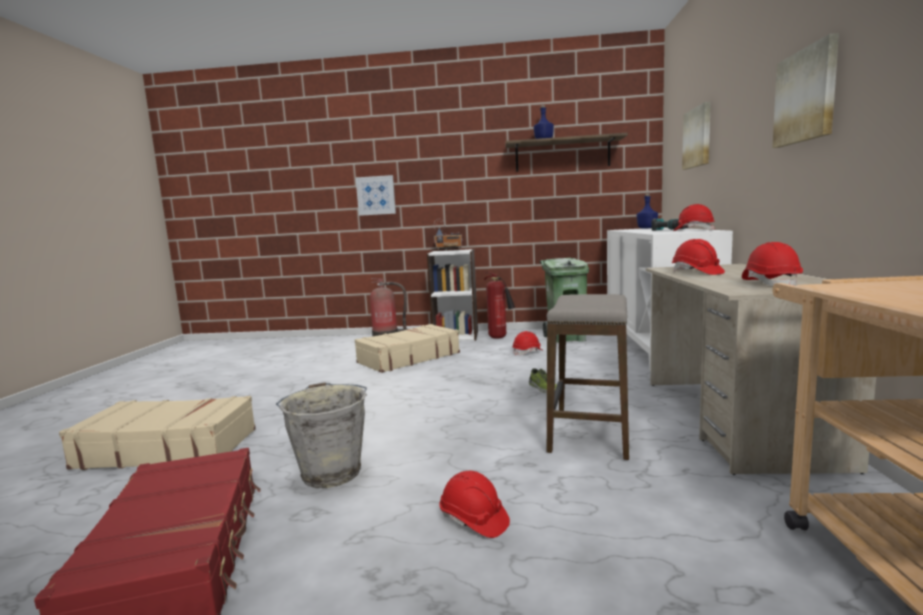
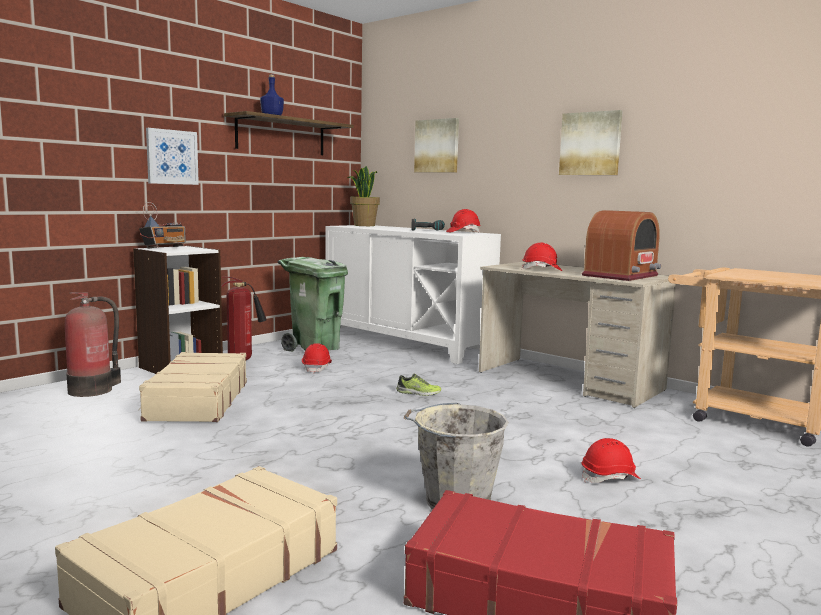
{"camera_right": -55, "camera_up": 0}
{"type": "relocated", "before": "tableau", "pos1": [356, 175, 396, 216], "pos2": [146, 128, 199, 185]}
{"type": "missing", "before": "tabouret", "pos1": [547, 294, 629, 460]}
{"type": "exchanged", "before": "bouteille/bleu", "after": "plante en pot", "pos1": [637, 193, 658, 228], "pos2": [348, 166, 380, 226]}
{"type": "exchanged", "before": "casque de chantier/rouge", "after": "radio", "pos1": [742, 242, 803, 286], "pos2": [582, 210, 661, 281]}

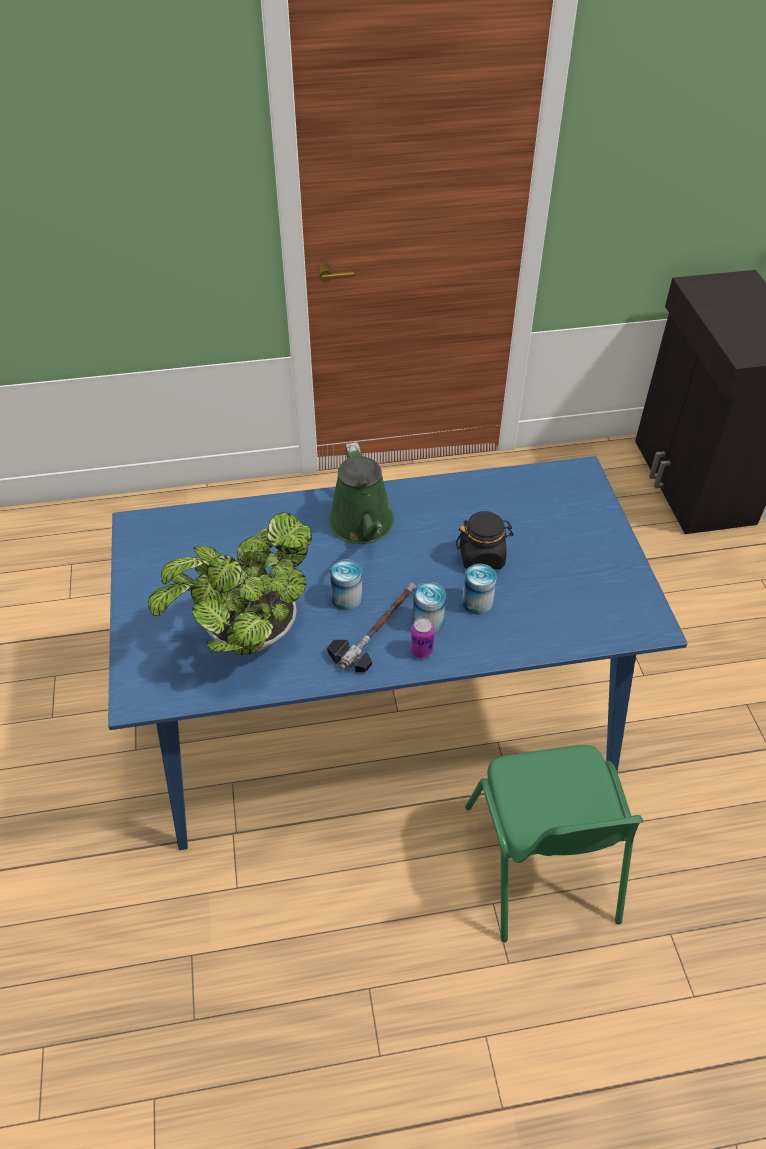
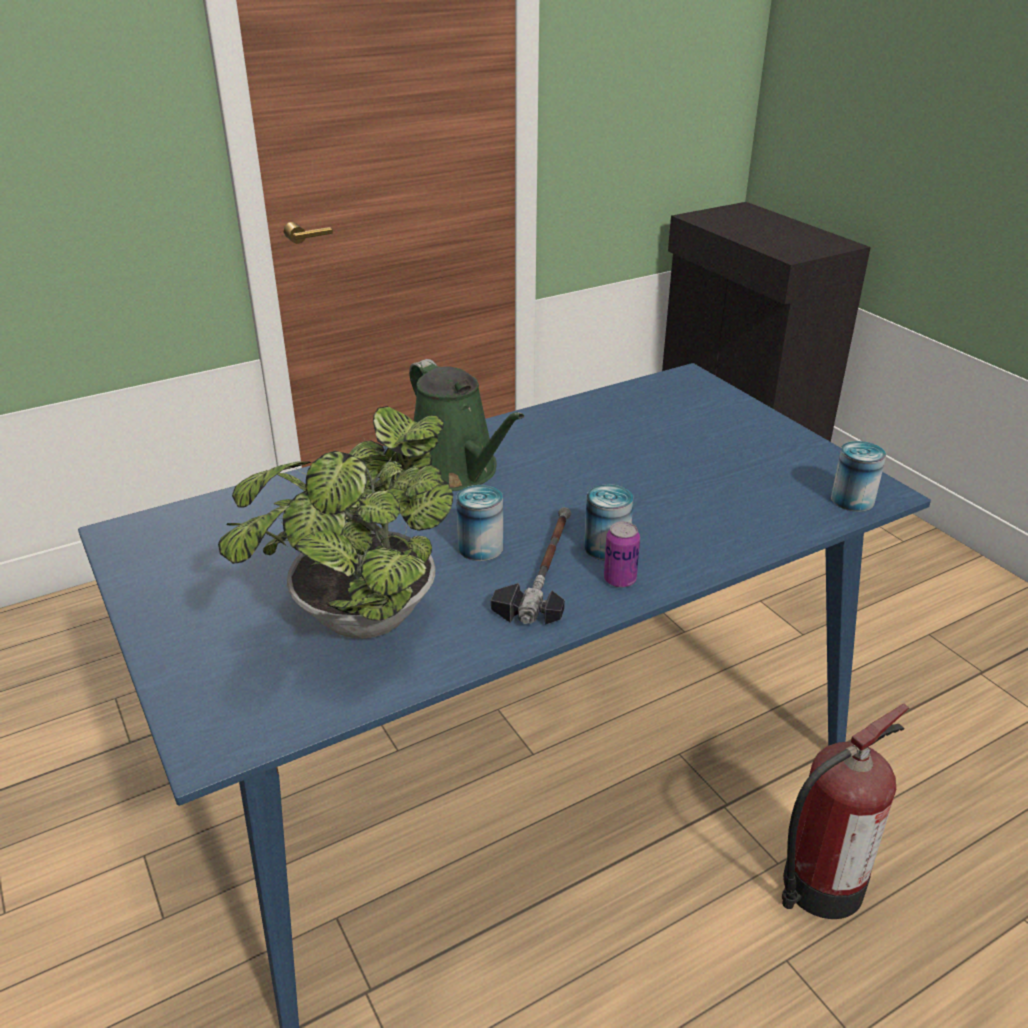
{"camera_right": -20, "camera_up": -15}
{"type": "missing", "before": "bocal/noir", "pos1": [456, 511, 514, 570]}
{"type": "relocated", "before": "boîte métallique", "pos1": [462, 564, 497, 615], "pos2": [831, 441, 886, 512]}
{"type": "exchanged", "before": "chaise/vert", "after": "extincteur", "pos1": [465, 745, 644, 942], "pos2": [782, 704, 909, 919]}

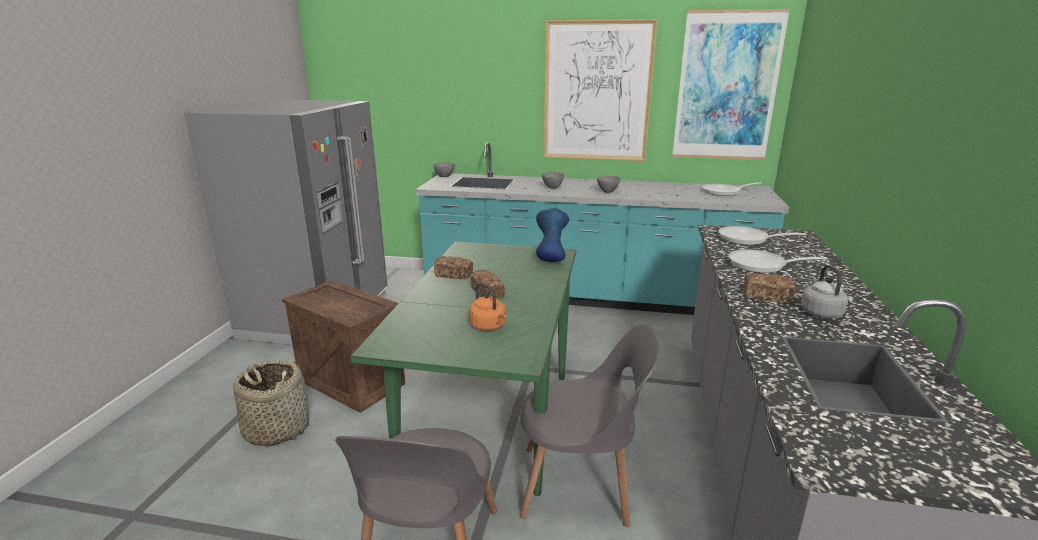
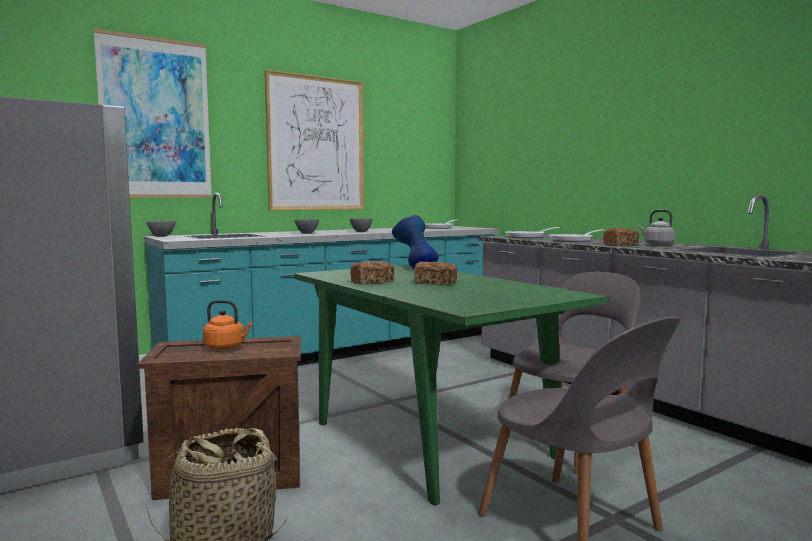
{"camera_right": -45, "camera_up": -15}
{"type": "relocated", "before": "bouilloire/orange", "pos1": [469, 282, 506, 331], "pos2": [203, 300, 253, 350]}
{"type": "relocated", "before": "tableau", "pos1": [672, 9, 790, 160], "pos2": [93, 29, 212, 198]}

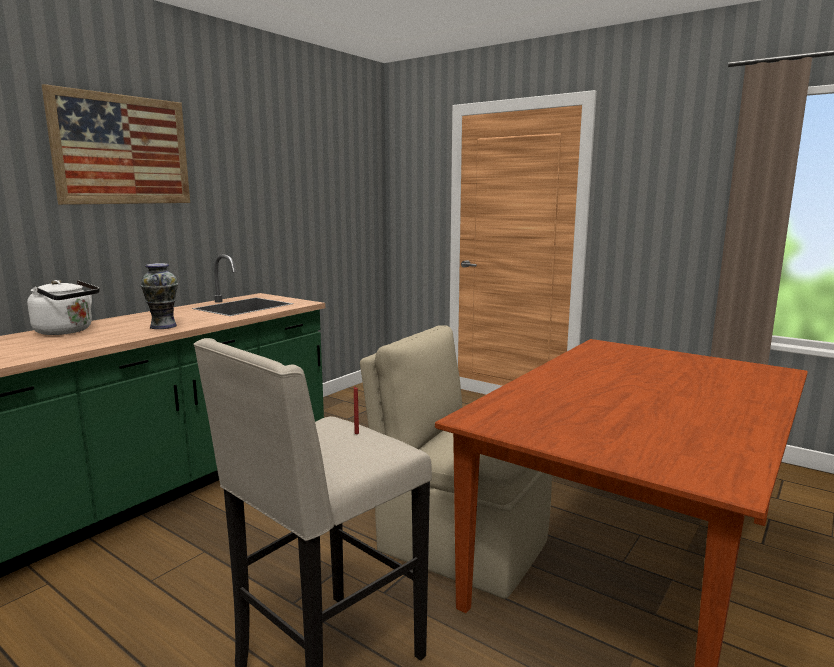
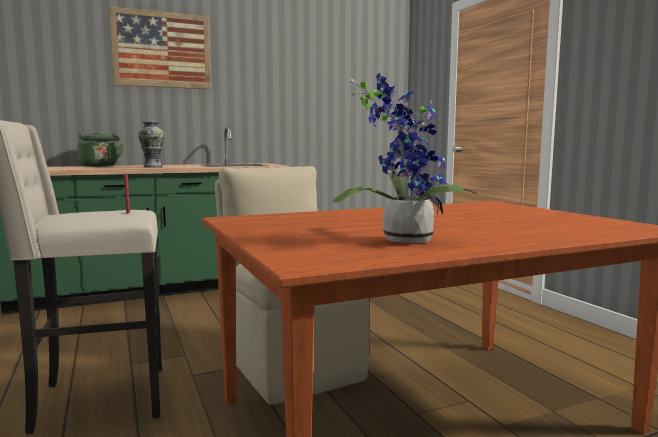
{"camera_right": 30, "camera_up": -5}
{"type": "colour", "before": "bouilloire/blanc", "after": "bouilloire/vert", "pos1": [27, 280, 100, 335], "pos2": [77, 131, 124, 167]}
{"type": "appeared", "after": "plante en pot", "pos2": [333, 73, 477, 243]}

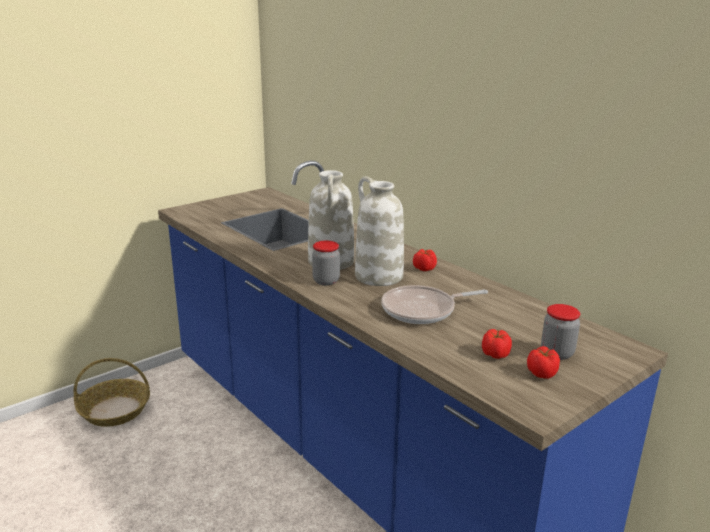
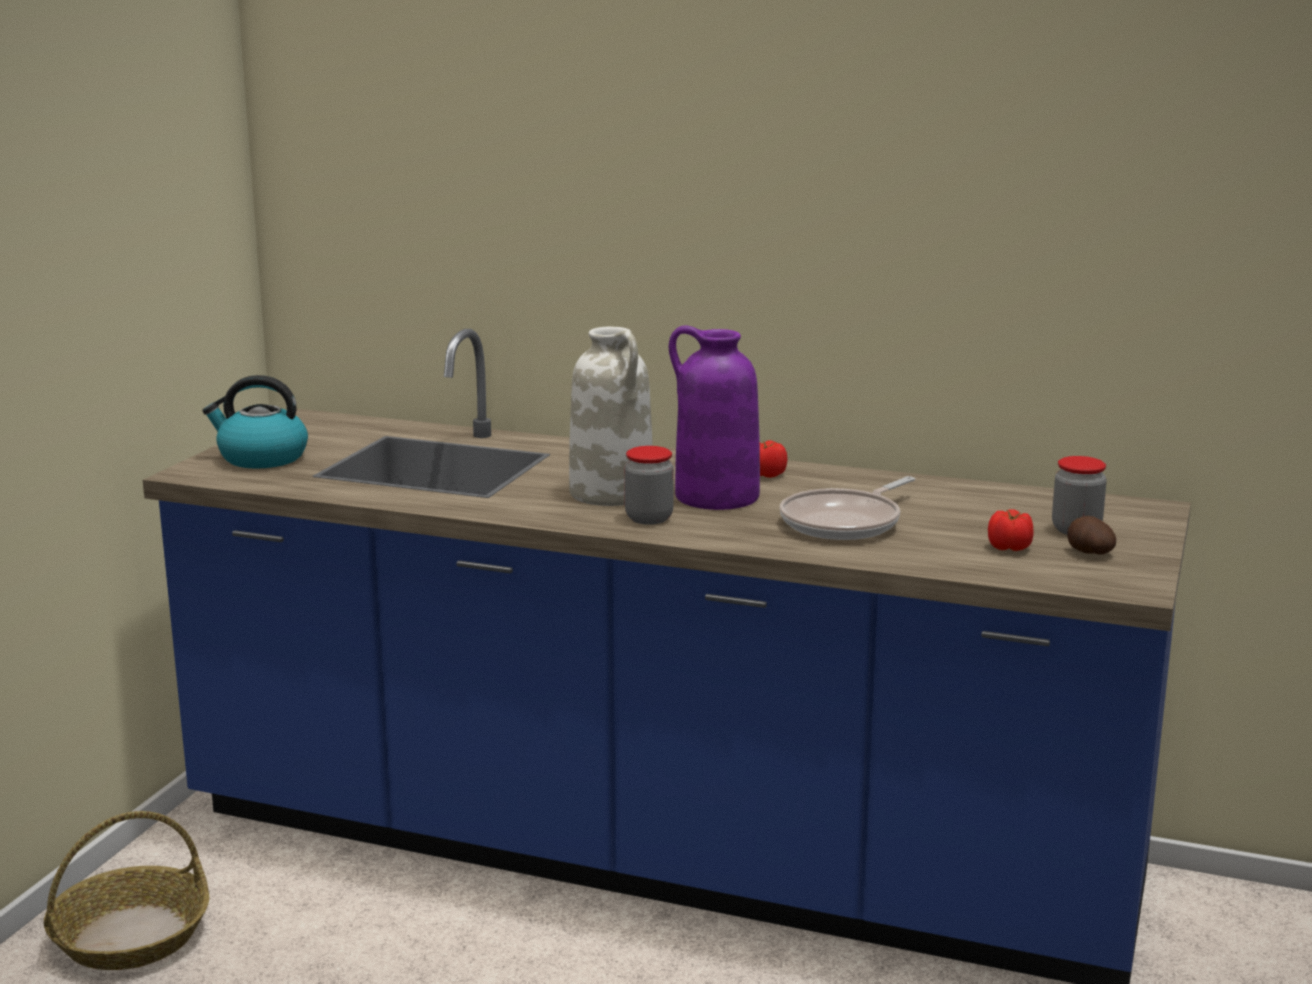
{"camera_right": -30, "camera_up": -5}
{"type": "colour", "before": "vase/blanc", "after": "vase/violet", "pos1": [355, 176, 404, 286], "pos2": [669, 325, 760, 510]}
{"type": "exchanged", "before": "tomate", "after": "pomme de terre", "pos1": [527, 346, 560, 379], "pos2": [1067, 516, 1116, 555]}
{"type": "appeared", "after": "bouilloire", "pos2": [202, 375, 308, 469]}

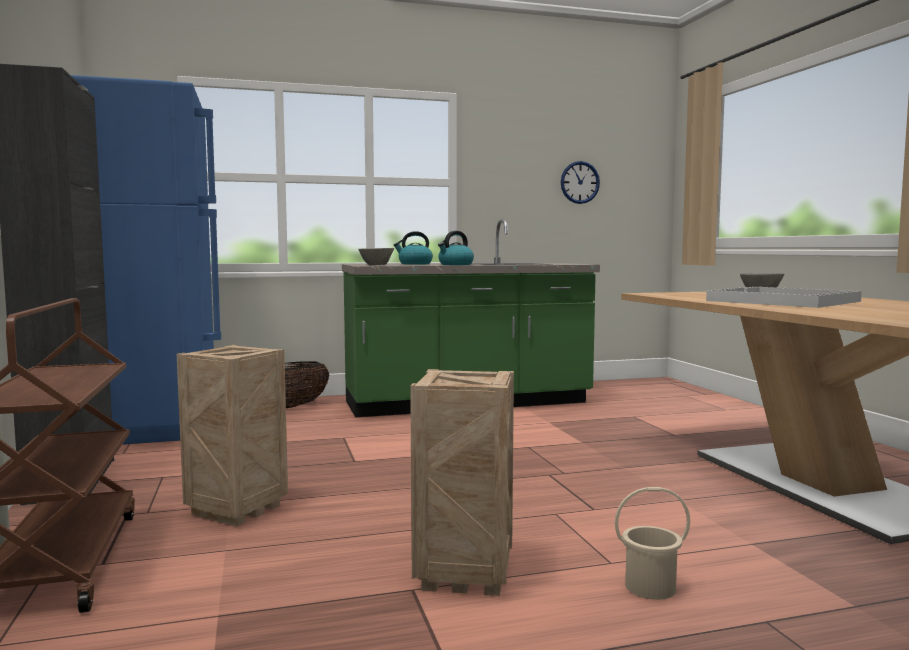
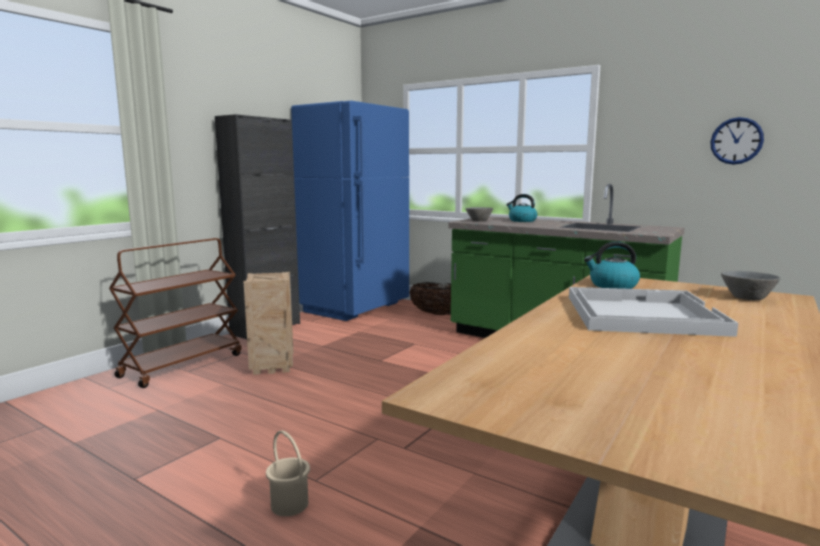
{"camera_right": 50, "camera_up": 5}
{"type": "missing", "before": "caisse", "pos1": [410, 369, 514, 596]}
{"type": "relocated", "before": "bouilloire", "pos1": [438, 231, 474, 265], "pos2": [584, 241, 640, 289]}

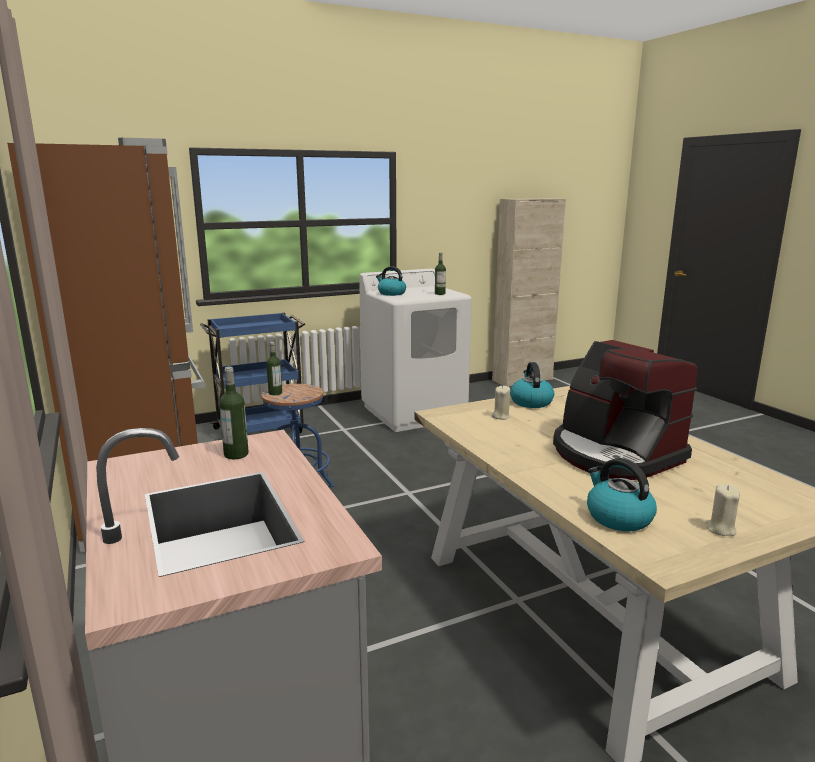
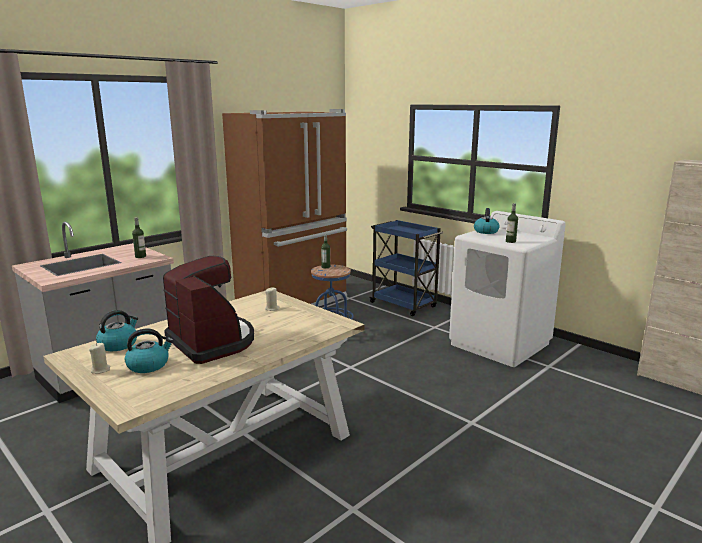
{"camera_right": 70, "camera_up": 0}
{"type": "relocated", "before": "bouilloire", "pos1": [510, 362, 554, 408], "pos2": [124, 328, 174, 373]}
{"type": "spun", "before": "machine à café", "pos1": [553, 340, 698, 480], "pos2": [163, 256, 254, 364], "turn": 105}

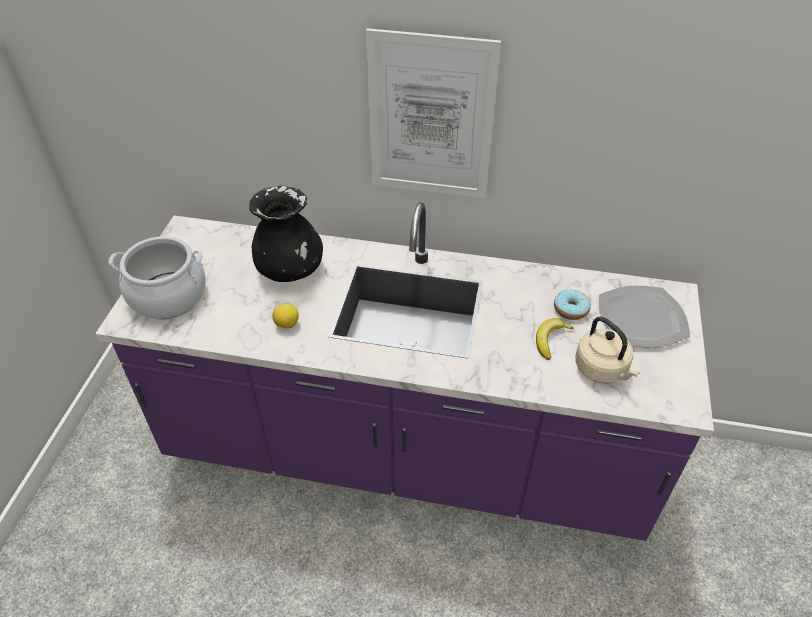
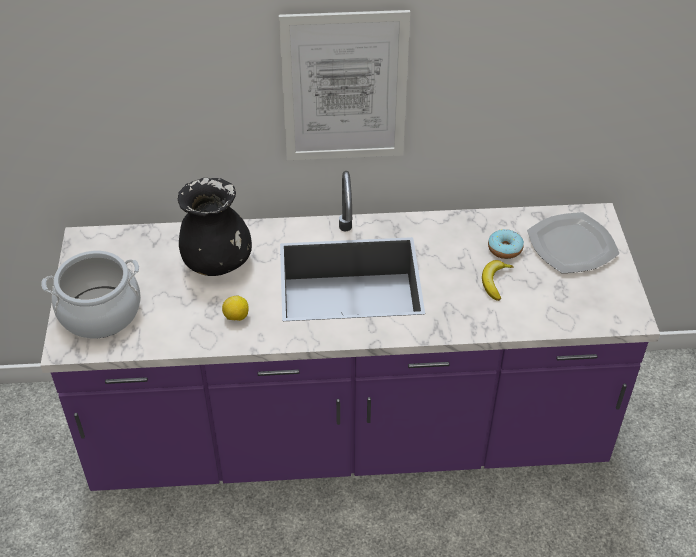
{"camera_right": -15, "camera_up": 0}
{"type": "missing", "before": "bouilloire/beige", "pos1": [575, 316, 640, 384]}

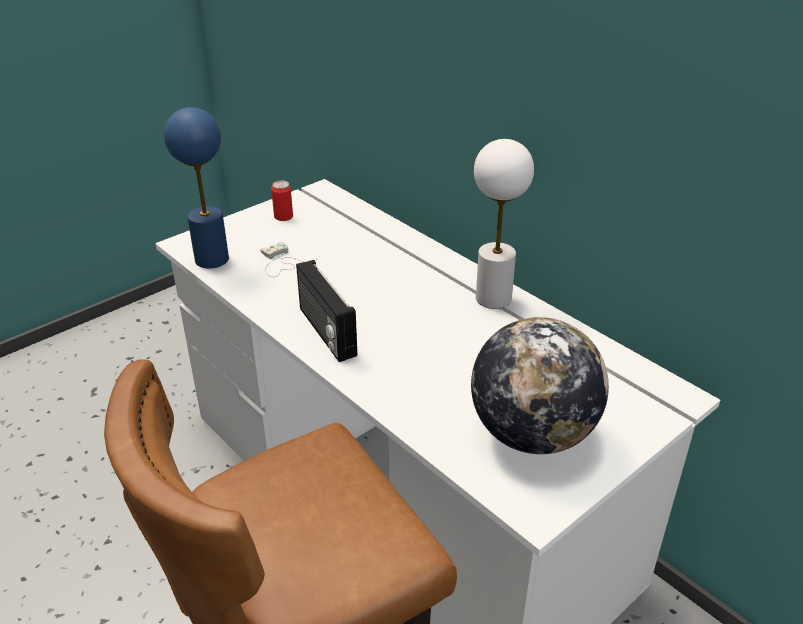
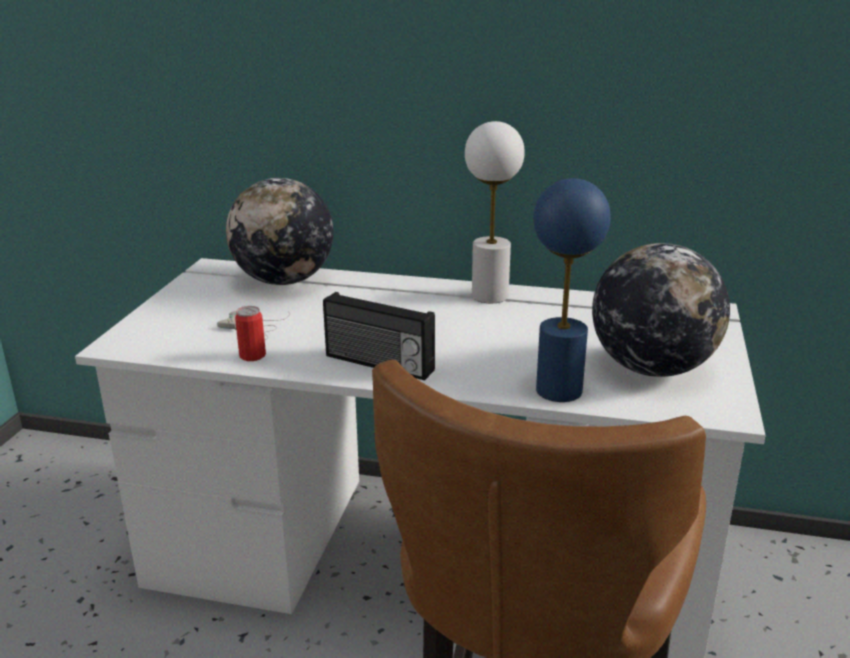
{"camera_right": -35, "camera_up": -10}
{"type": "relocated", "before": "lampe de table/bleu", "pos1": [164, 107, 229, 268], "pos2": [533, 178, 610, 402]}
{"type": "relocated", "before": "boîte métallique", "pos1": [271, 181, 293, 221], "pos2": [235, 306, 266, 361]}
{"type": "appeared", "after": "globe", "pos2": [226, 178, 334, 285]}

